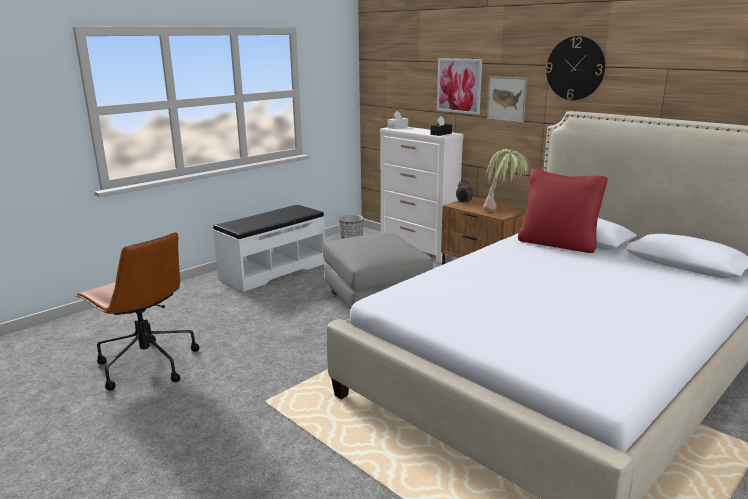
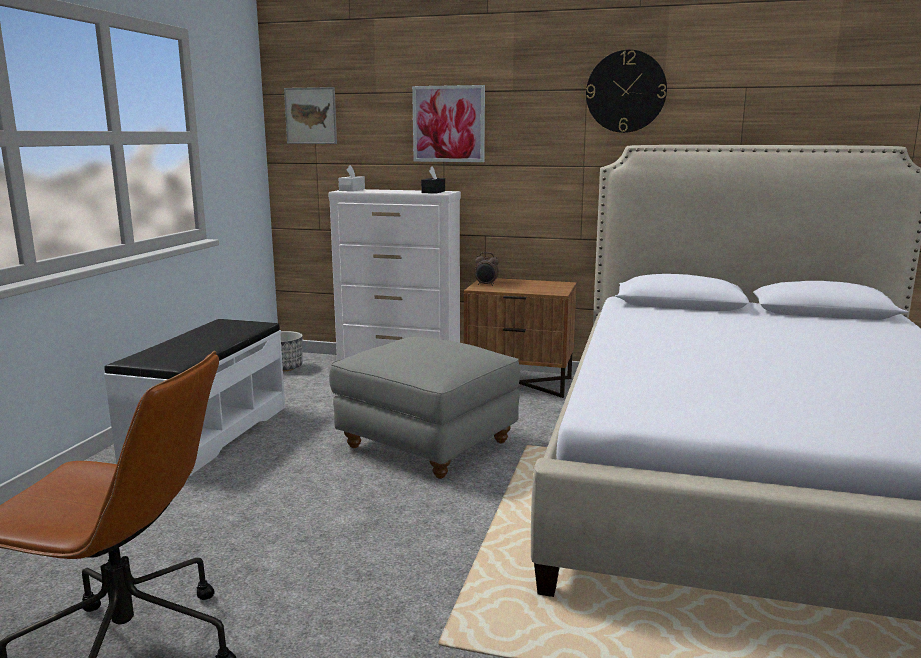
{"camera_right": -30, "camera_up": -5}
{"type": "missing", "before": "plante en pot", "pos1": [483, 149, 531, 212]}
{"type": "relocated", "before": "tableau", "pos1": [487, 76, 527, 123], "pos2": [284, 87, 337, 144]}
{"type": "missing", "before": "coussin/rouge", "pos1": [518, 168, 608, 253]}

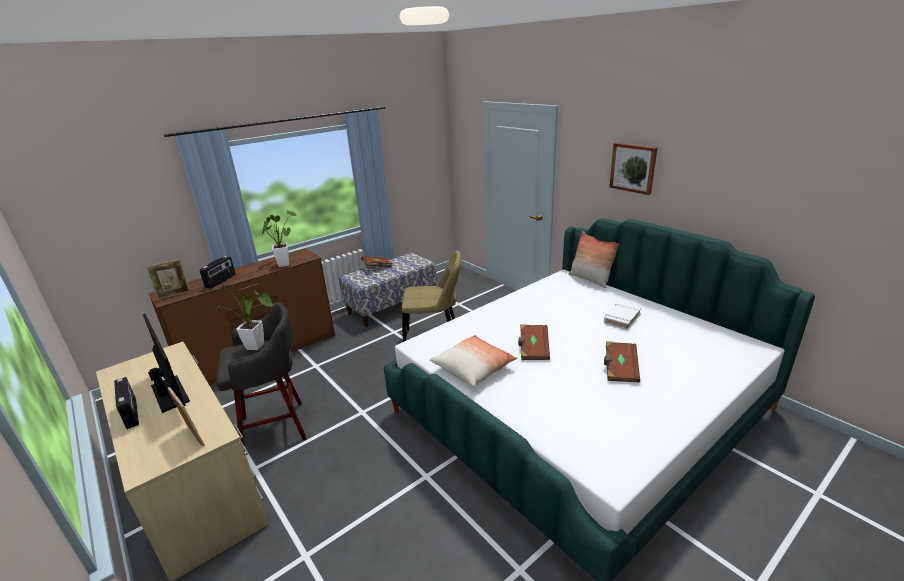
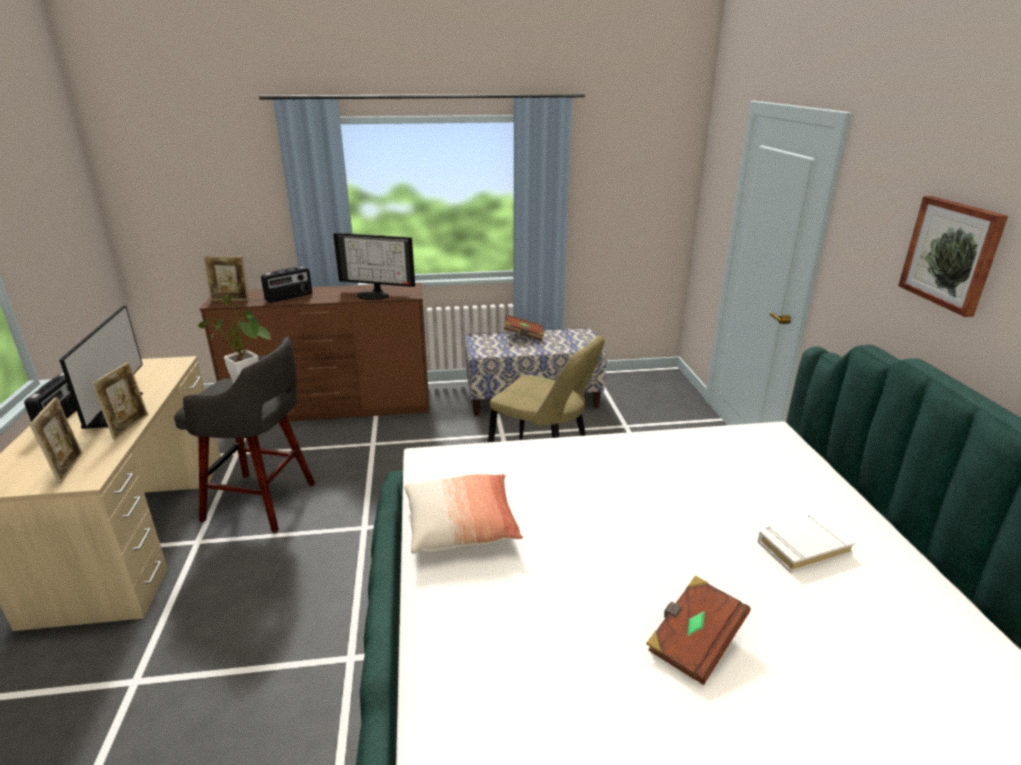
{"camera_right": 30, "camera_up": 0}
{"type": "exchanged", "before": "plante en pot", "after": "écran d'ordinateur", "pos1": [262, 210, 297, 267], "pos2": [333, 233, 415, 300]}
{"type": "missing", "before": "livre/marron", "pos1": [518, 324, 550, 360]}
{"type": "missing", "before": "coussin", "pos1": [568, 231, 619, 288]}
{"type": "appeared", "after": "cadre photo", "pos2": [91, 362, 148, 440]}

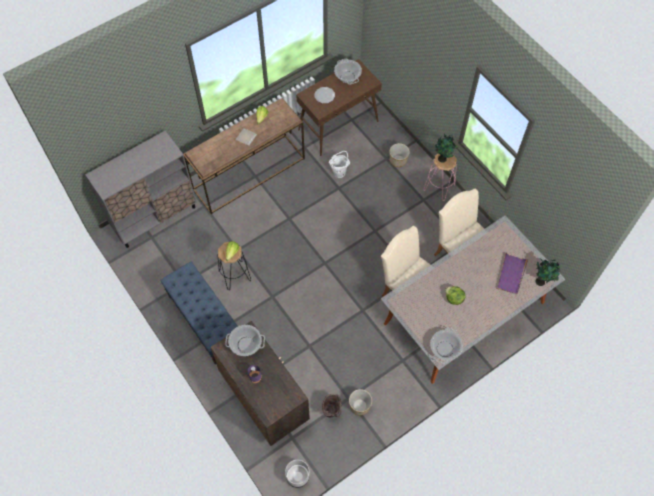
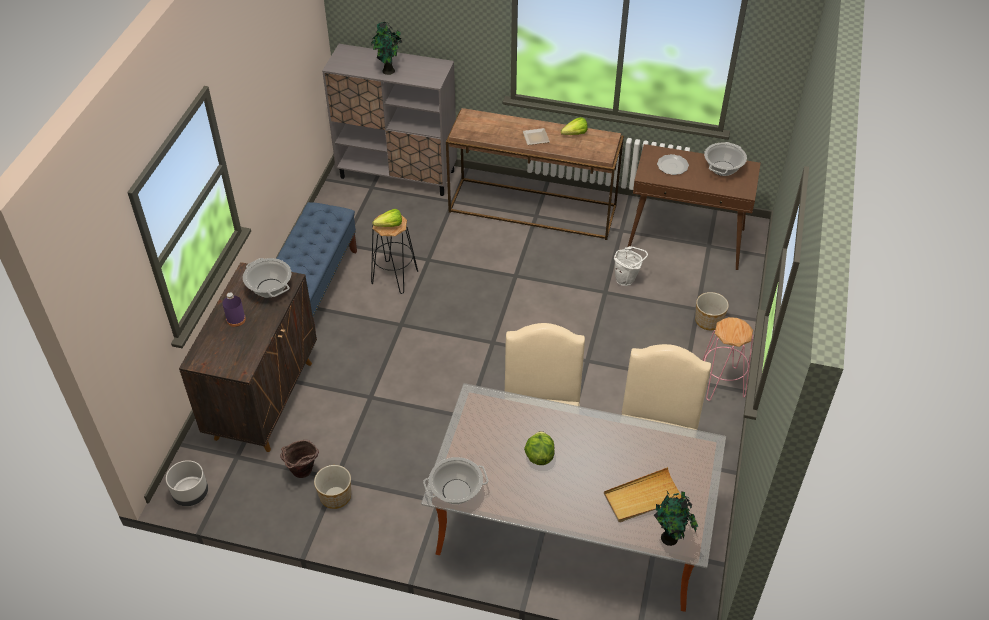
{"camera_right": 50, "camera_up": -15}
{"type": "relocated", "before": "plante en pot", "pos1": [435, 134, 458, 163], "pos2": [371, 22, 402, 75]}
{"type": "colour", "before": "plateau/violet", "after": "plateau/beige", "pos1": [497, 253, 528, 295], "pos2": [604, 467, 684, 522]}

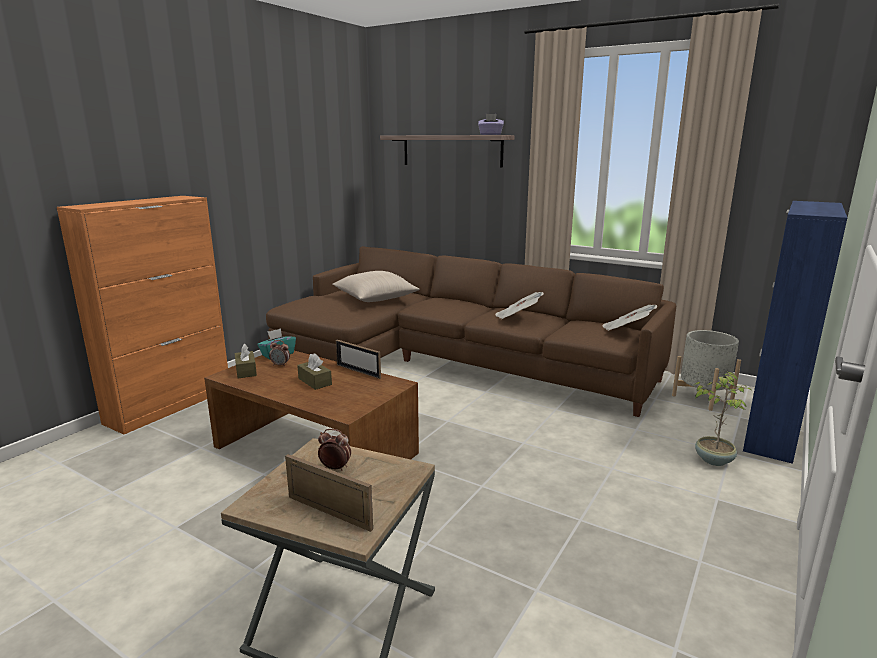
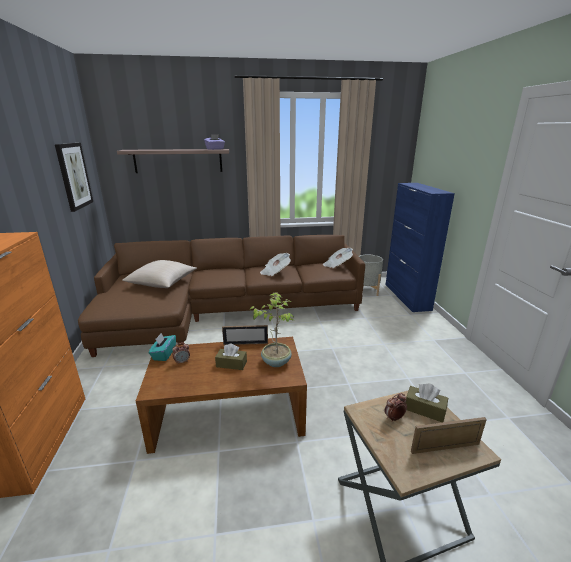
{"camera_right": -40, "camera_up": 5}
{"type": "relocated", "before": "boîte à mouchoirs/marron", "pos1": [234, 344, 257, 378], "pos2": [405, 384, 448, 423]}
{"type": "relocated", "before": "plante en pot", "pos1": [694, 372, 751, 466], "pos2": [249, 292, 294, 367]}
{"type": "appeared", "after": "tableau", "pos2": [55, 143, 93, 212]}

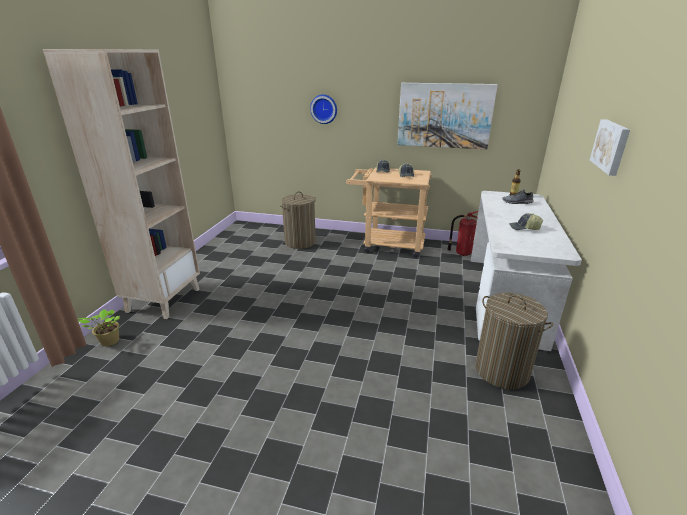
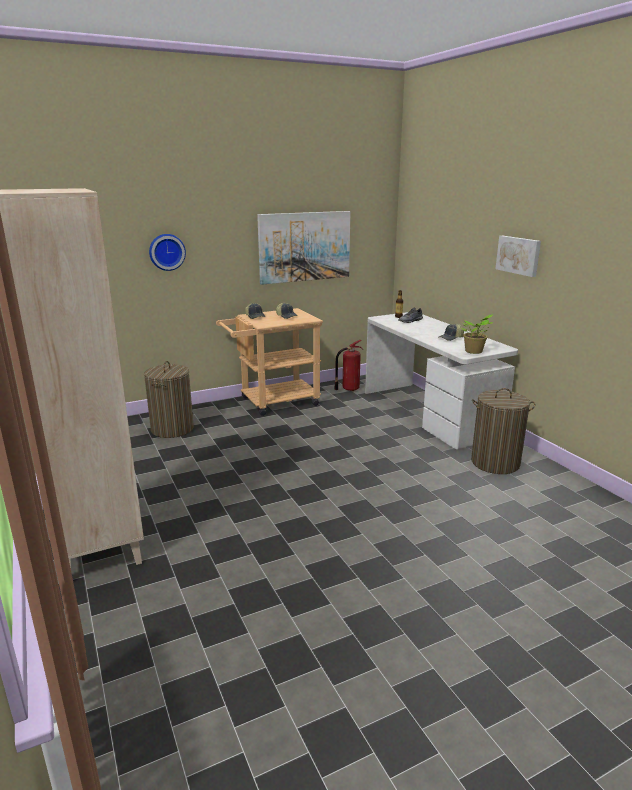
{"camera_right": -40, "camera_up": -5}
{"type": "relocated", "before": "plante en pot", "pos1": [78, 309, 120, 346], "pos2": [462, 314, 493, 354]}

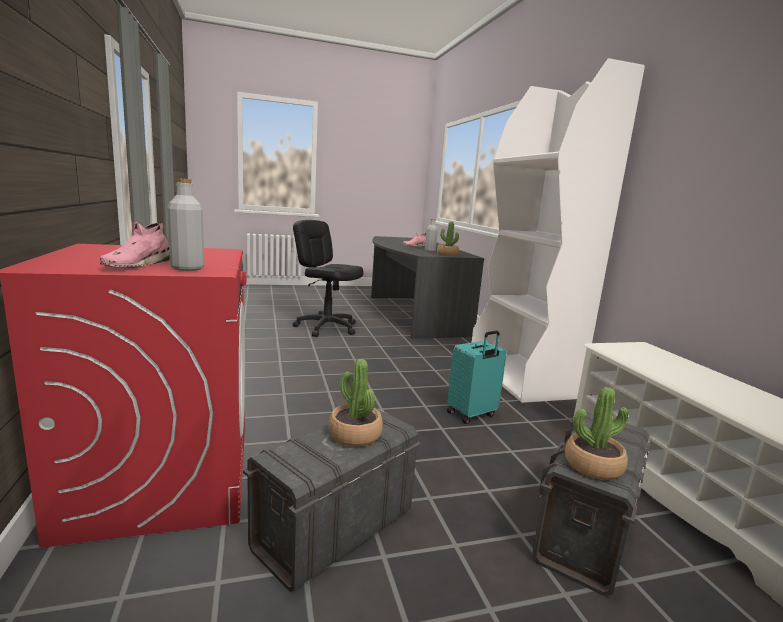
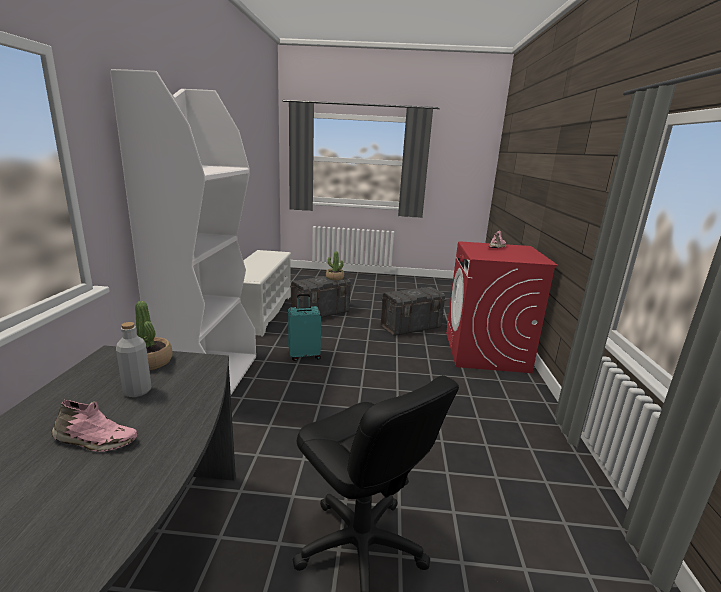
{"camera_right": -160, "camera_up": 5}
{"type": "missing", "before": "bouteille/gris", "pos1": [167, 178, 204, 271]}
{"type": "missing", "before": "plante en pot", "pos1": [328, 359, 383, 447]}

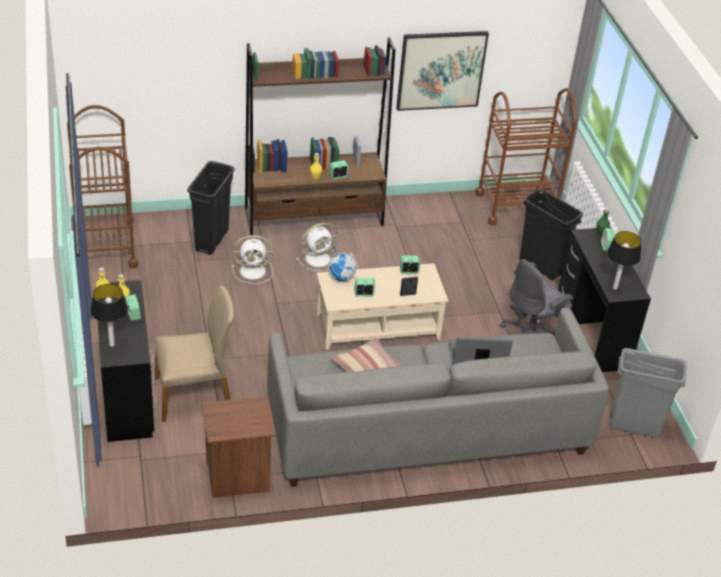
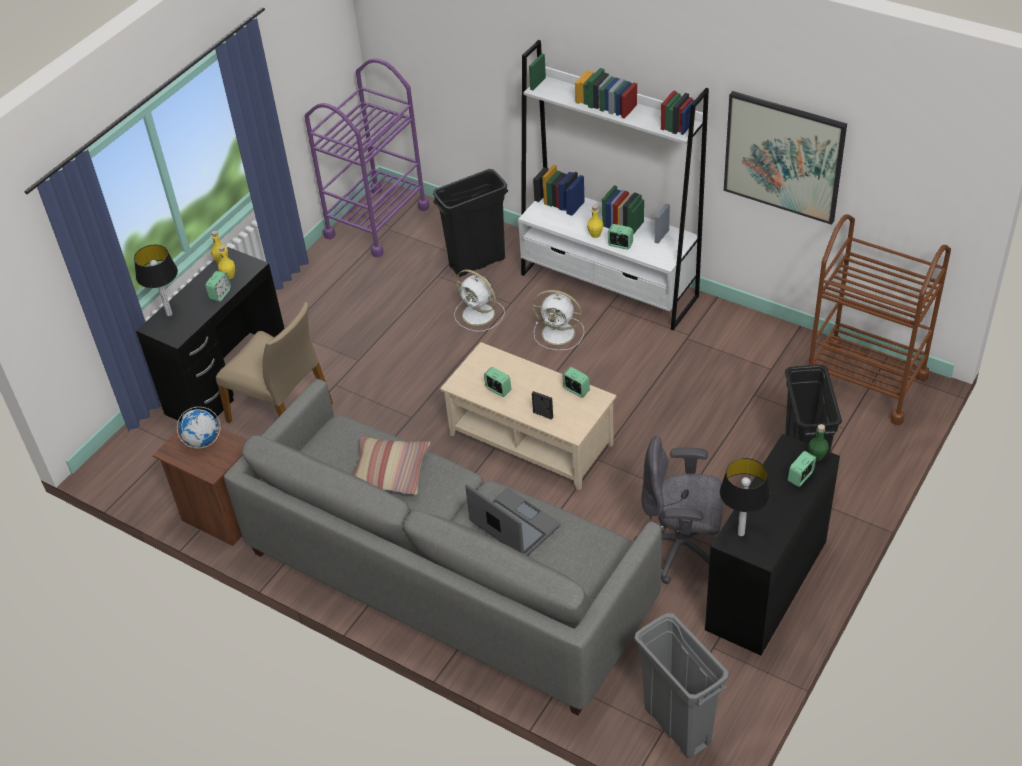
{"camera_right": 50, "camera_up": 5}
{"type": "colour", "before": "chariot/marron", "after": "chariot/violet", "pos1": [67, 105, 138, 268], "pos2": [304, 58, 429, 258]}
{"type": "colour", "before": "bibliothèque/marron", "after": "bibliothèque/blanc", "pos1": [245, 37, 396, 235], "pos2": [518, 40, 709, 330]}
{"type": "relocated", "before": "globe", "pos1": [328, 252, 358, 281], "pos2": [177, 407, 220, 448]}

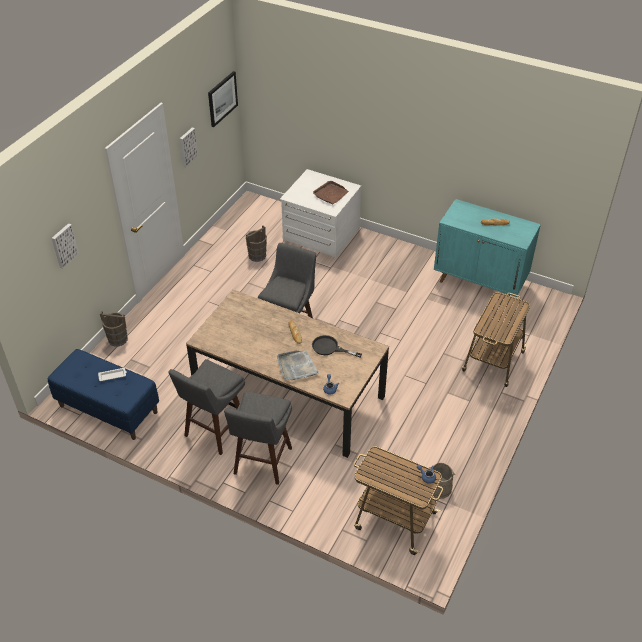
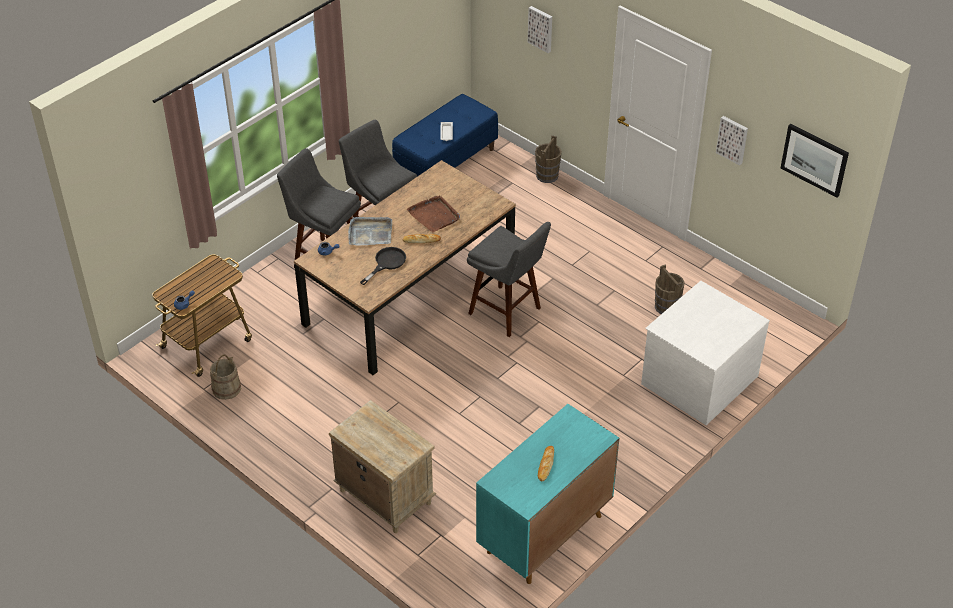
{"camera_right": 105, "camera_up": 0}
{"type": "relocated", "before": "plateau/marron", "pos1": [313, 181, 349, 204], "pos2": [407, 196, 460, 232]}
{"type": "exchanged", "before": "chariot", "after": "table de chevet/beige", "pos1": [462, 292, 530, 387], "pos2": [329, 400, 436, 533]}

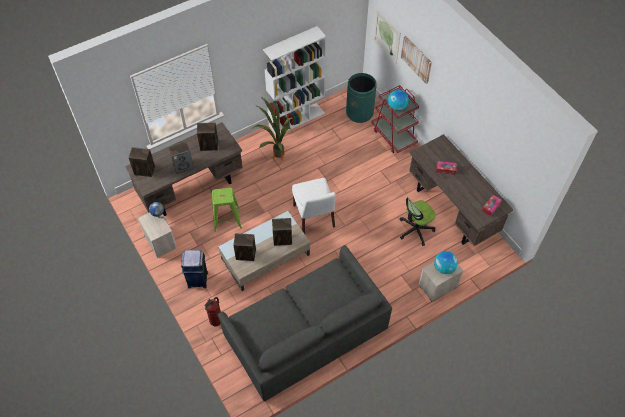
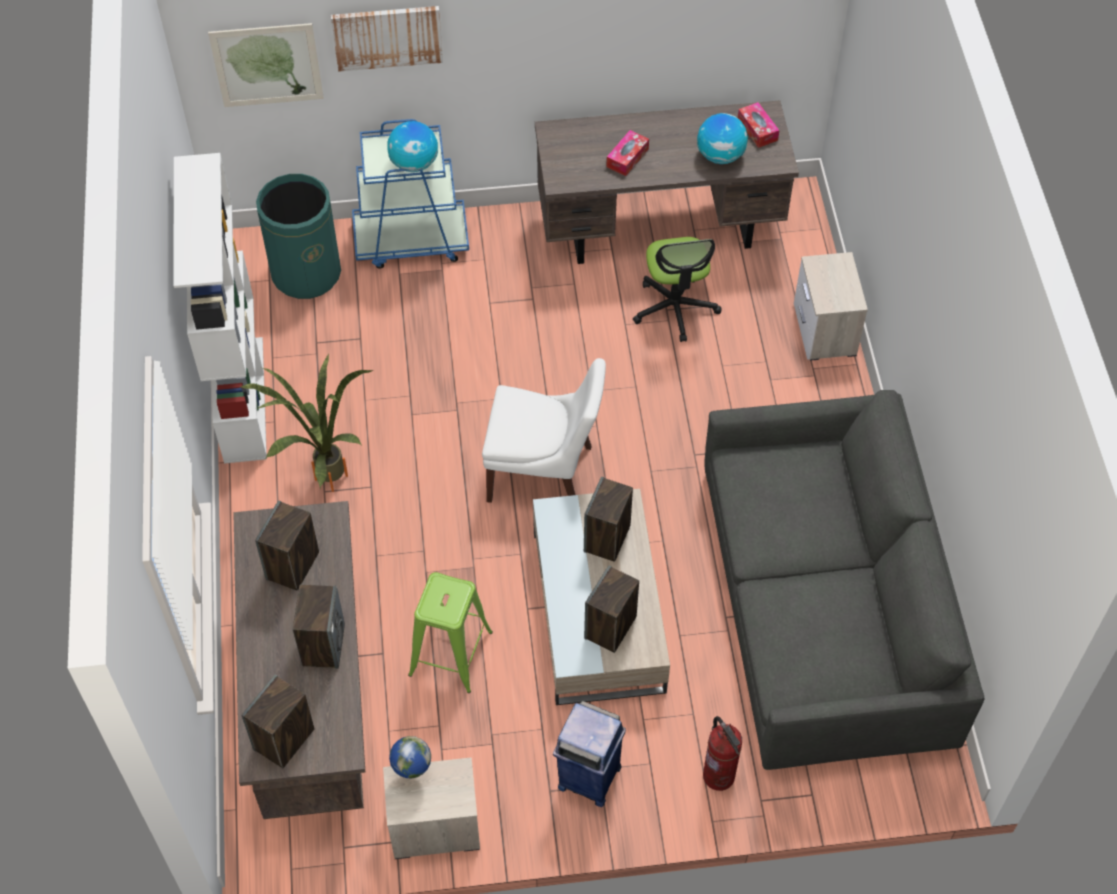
{"camera_right": -65, "camera_up": 0}
{"type": "colour", "before": "chariot/rouge", "after": "chariot/bleu", "pos1": [371, 85, 419, 153], "pos2": [352, 119, 469, 269]}
{"type": "relocated", "before": "globe", "pos1": [434, 251, 458, 274], "pos2": [697, 113, 748, 164]}

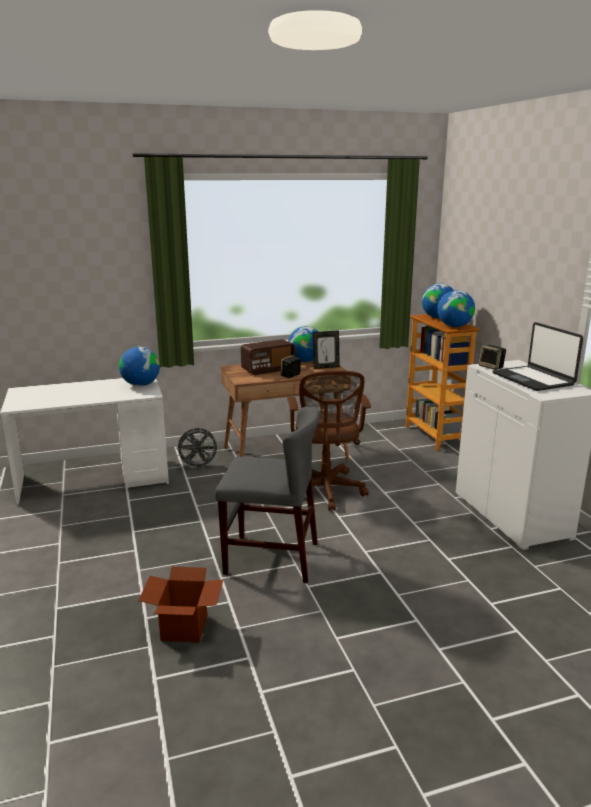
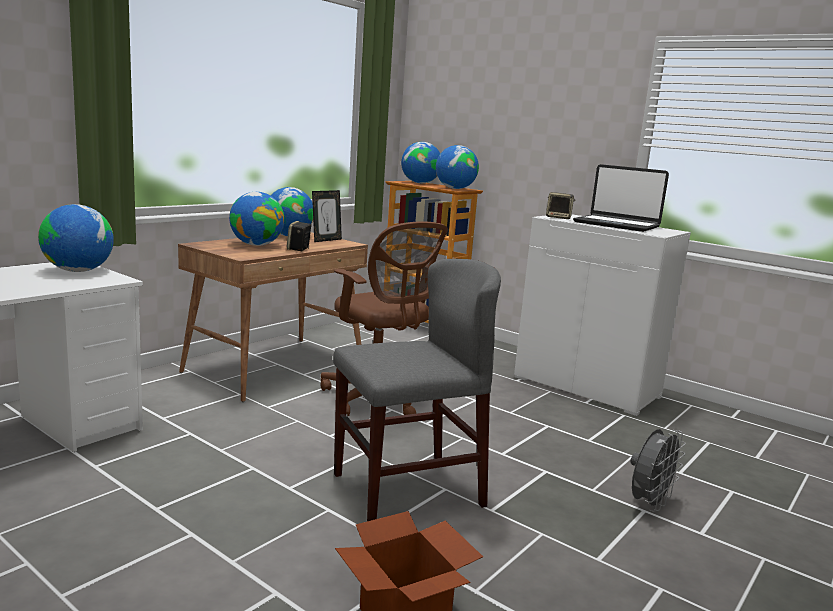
{"camera_right": -35, "camera_up": -5}
{"type": "relocated", "before": "ventilateur/gris", "pos1": [176, 428, 220, 469], "pos2": [631, 429, 686, 512]}
{"type": "exchanged", "before": "radio", "after": "globe", "pos1": [241, 339, 295, 375], "pos2": [229, 192, 285, 246]}

